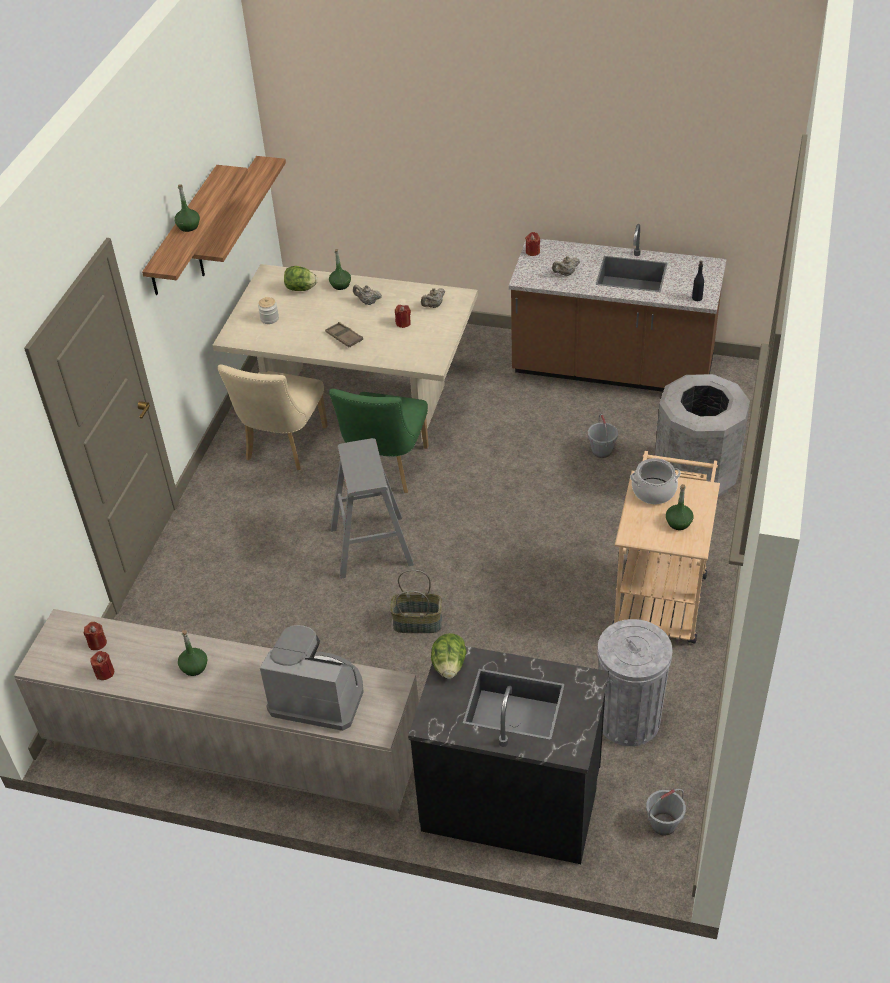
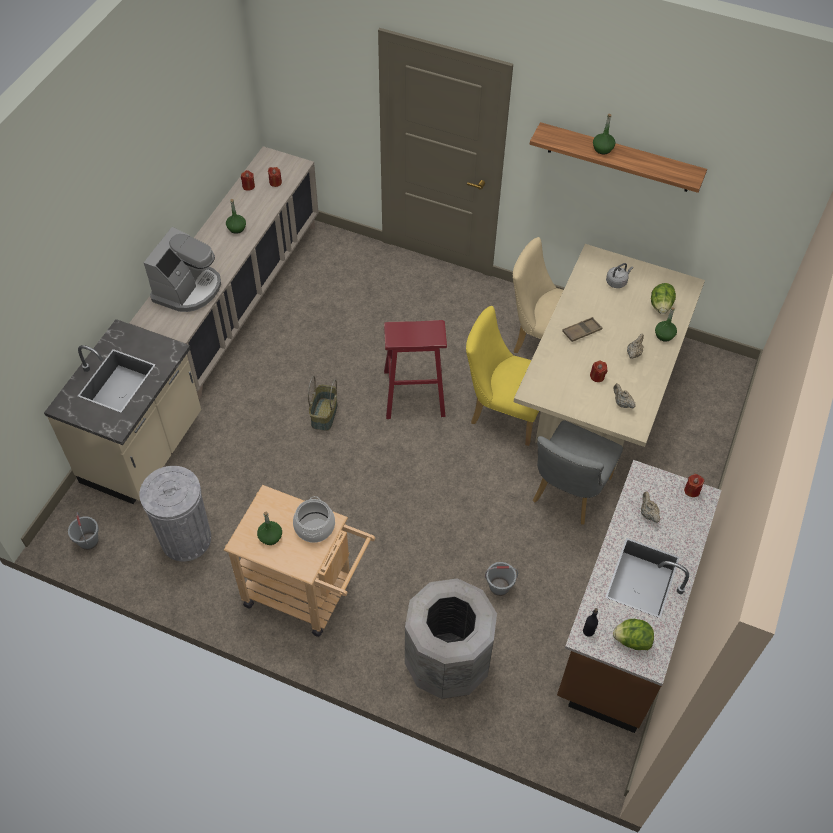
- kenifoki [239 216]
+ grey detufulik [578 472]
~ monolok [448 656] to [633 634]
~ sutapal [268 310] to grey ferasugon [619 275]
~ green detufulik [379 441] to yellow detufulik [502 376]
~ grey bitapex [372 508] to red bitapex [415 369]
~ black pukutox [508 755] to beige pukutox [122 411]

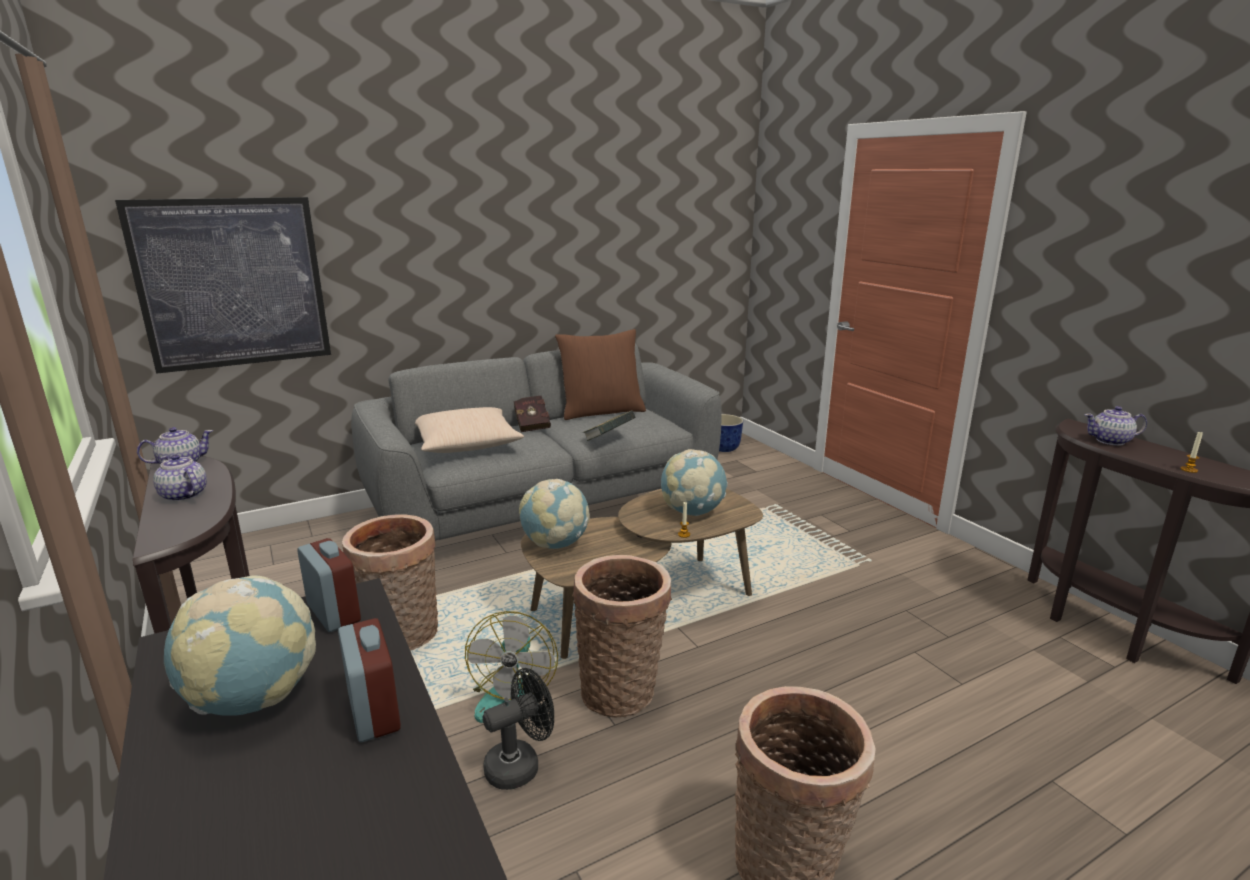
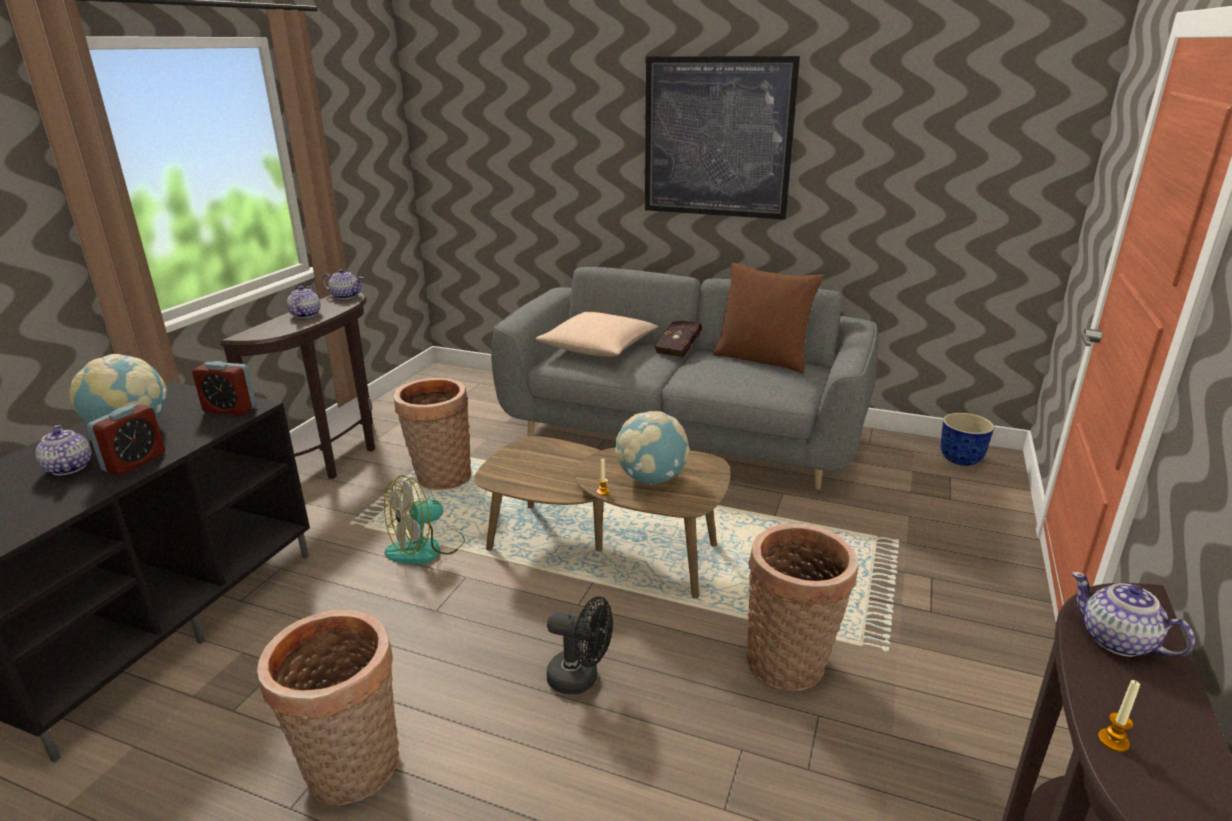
- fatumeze [554 514]
- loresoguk [609 426]
+ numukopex [63 450]
~ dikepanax [223 285] to [722 138]
~ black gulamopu [518 729] to [579 645]
~ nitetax [622 636] to [802 607]
~ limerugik [329 585] = [224 388] 90 degrees clockwise

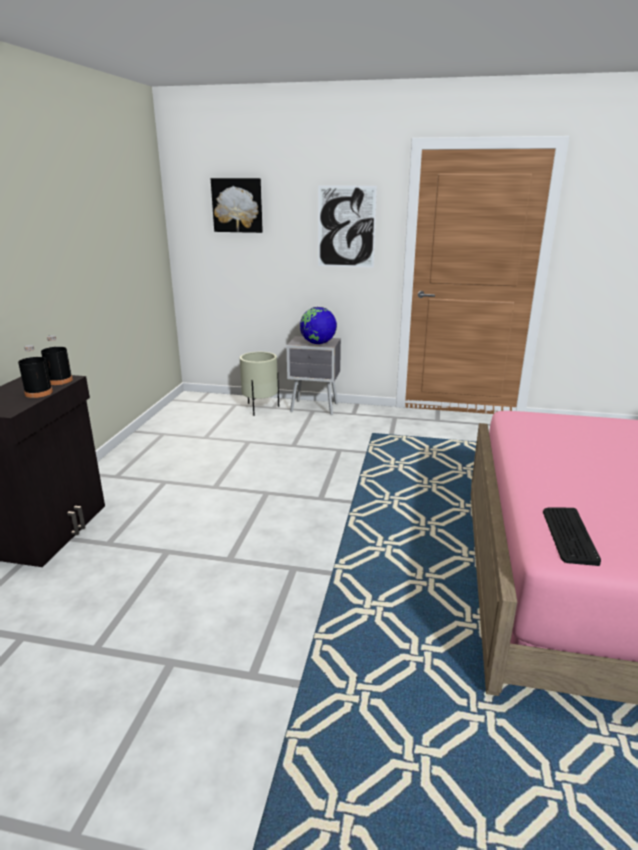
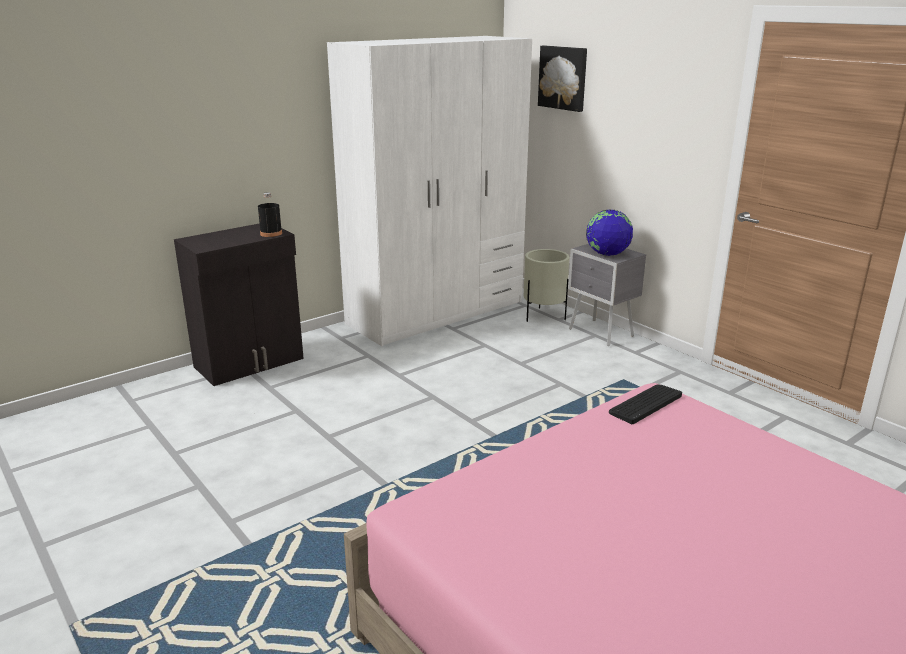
- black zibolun [35 371]
- dikepanax [347 226]
+ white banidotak [429 191]
~ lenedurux [572 536] to [645 404]

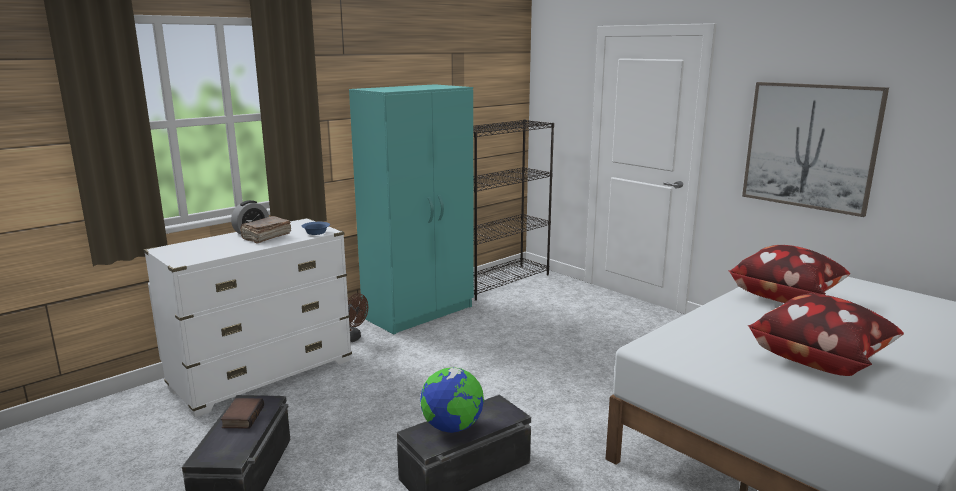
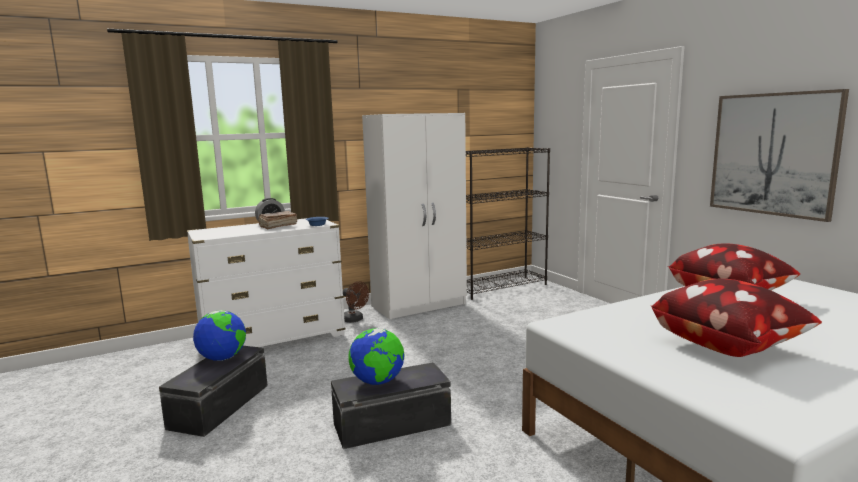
~ loresoguk [242 413] to fatumeze [219 335]
~ turquoise banidotak [411 209] to white banidotak [414 216]

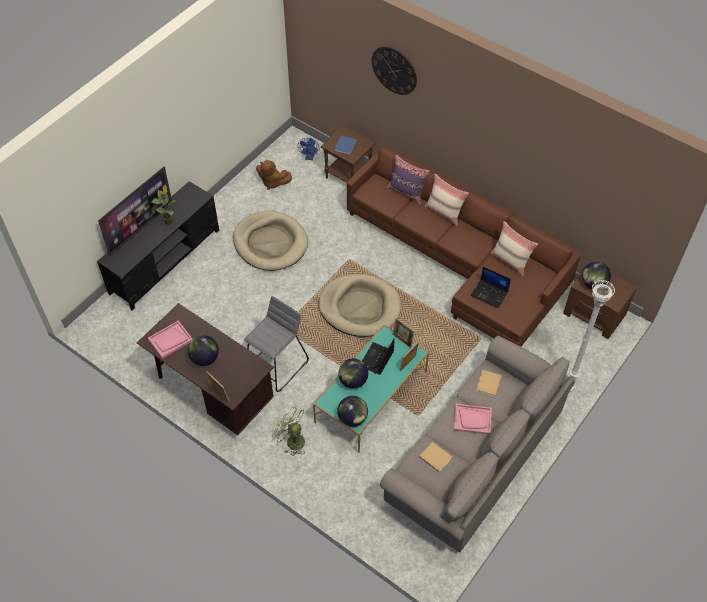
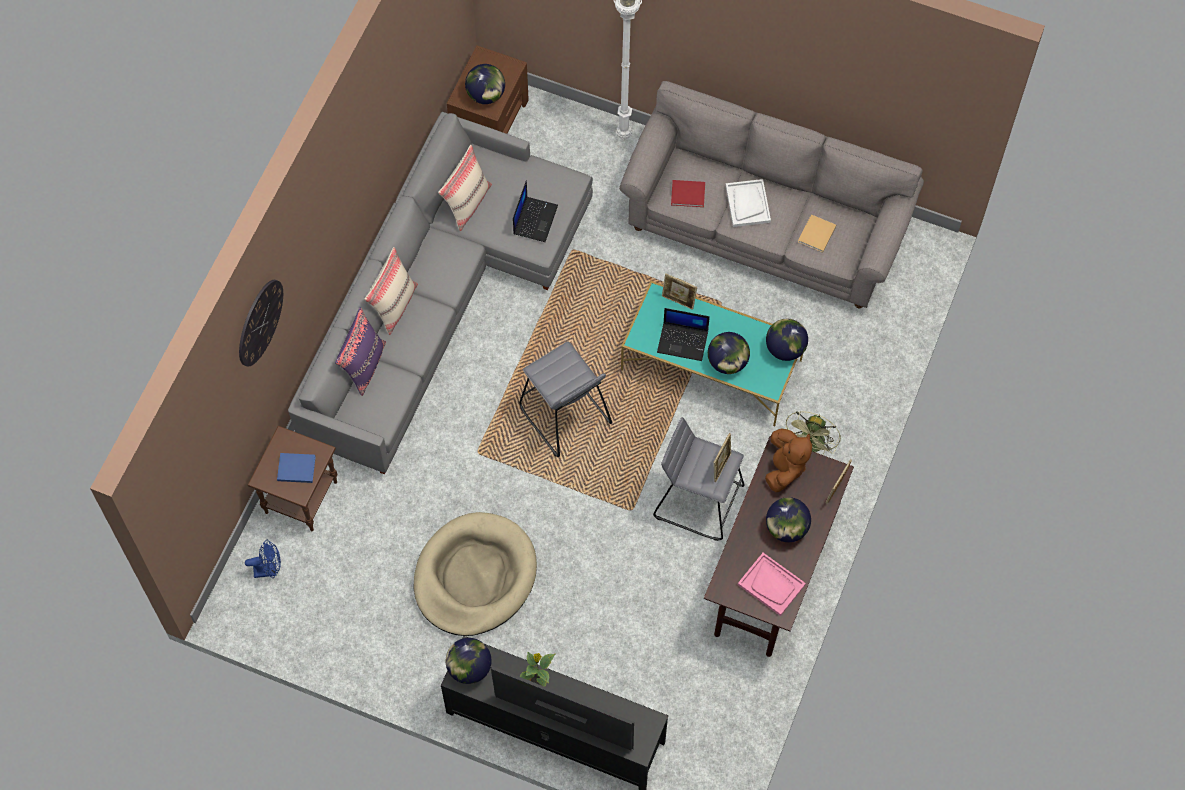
+ fatumeze [469 661]
~ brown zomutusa [274 175] to [788 460]
~ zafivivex [404 333] to [722 458]
~ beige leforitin [360 305] to grey bitapex [565 399]
~ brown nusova [464 246] to grey nusova [440 293]
~ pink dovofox [473 419] to white dovofox [748 203]
~ beige loresoguk [489 383] to red loresoguk [688 193]

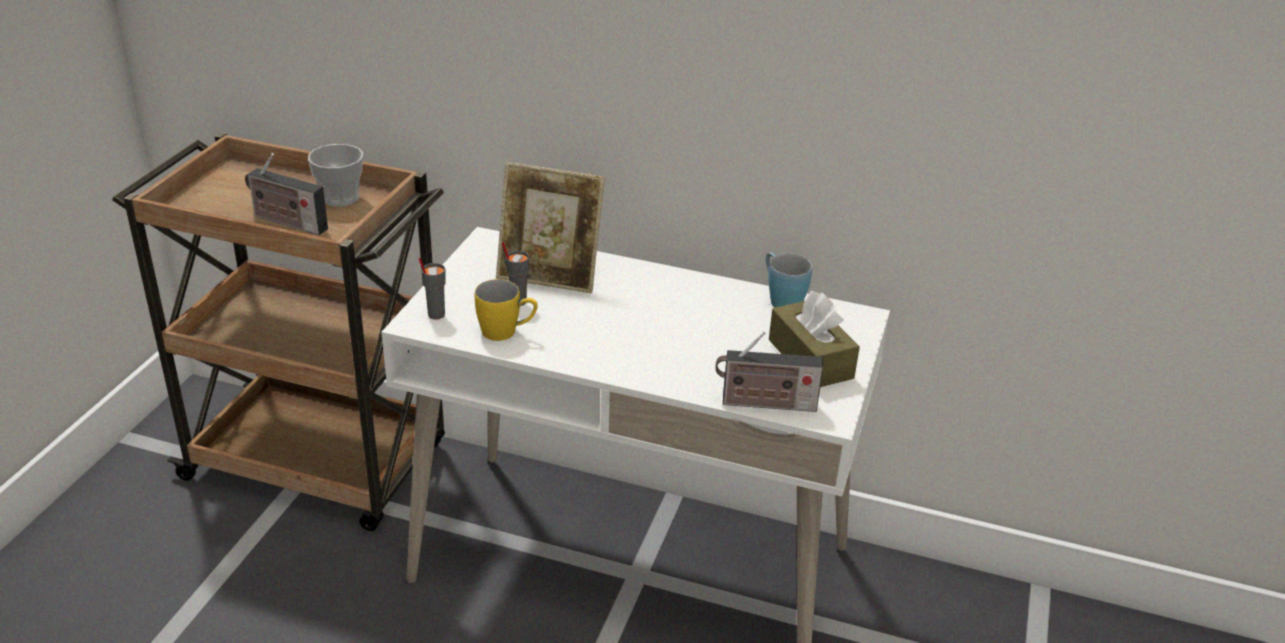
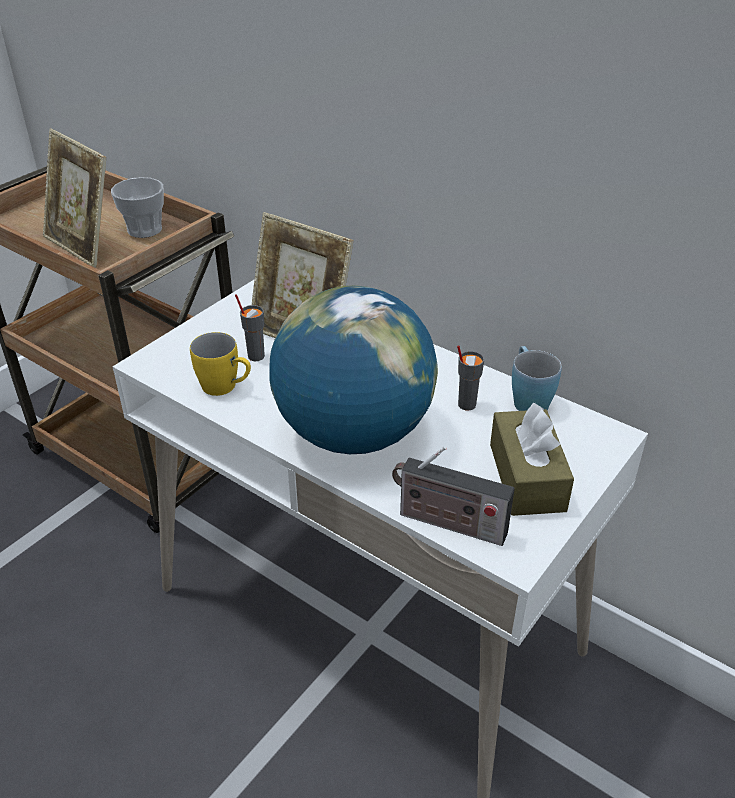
+ fatumeze [353 369]
~ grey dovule [432 289] to [470 377]
~ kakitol [286 194] to zafivivex [74 198]

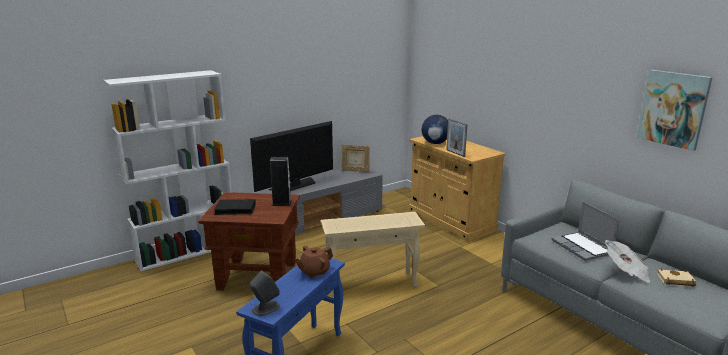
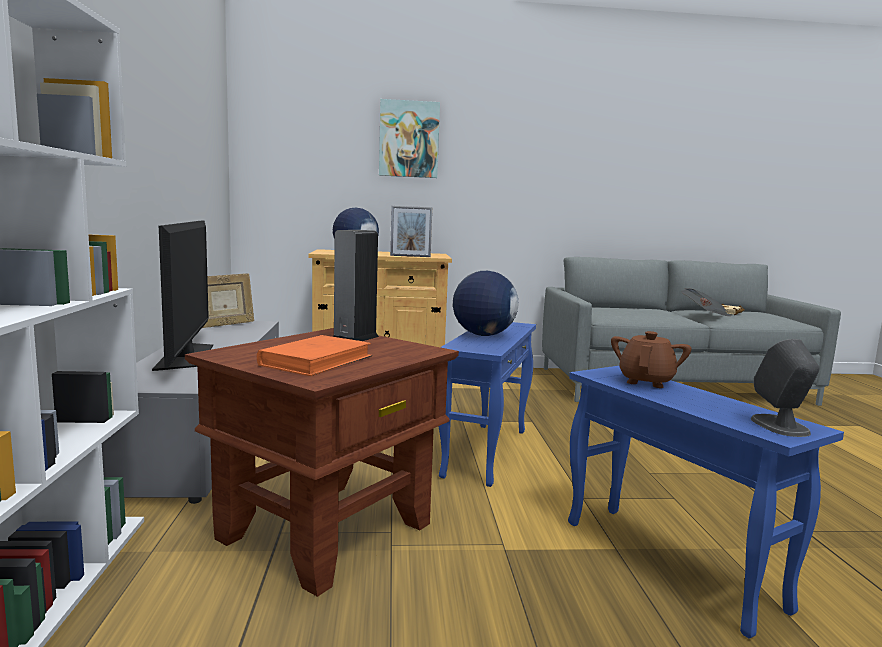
- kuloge [586 231]
+ fatumeze [485 303]
~ dikepanax [674 110] to [409 138]
~ black loresoguk [235 207] to orange loresoguk [314 355]
~ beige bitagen [373 254] to blue bitagen [487 404]
~ brown numukopex [314 262] = [651 359] 150 degrees counterclockwise

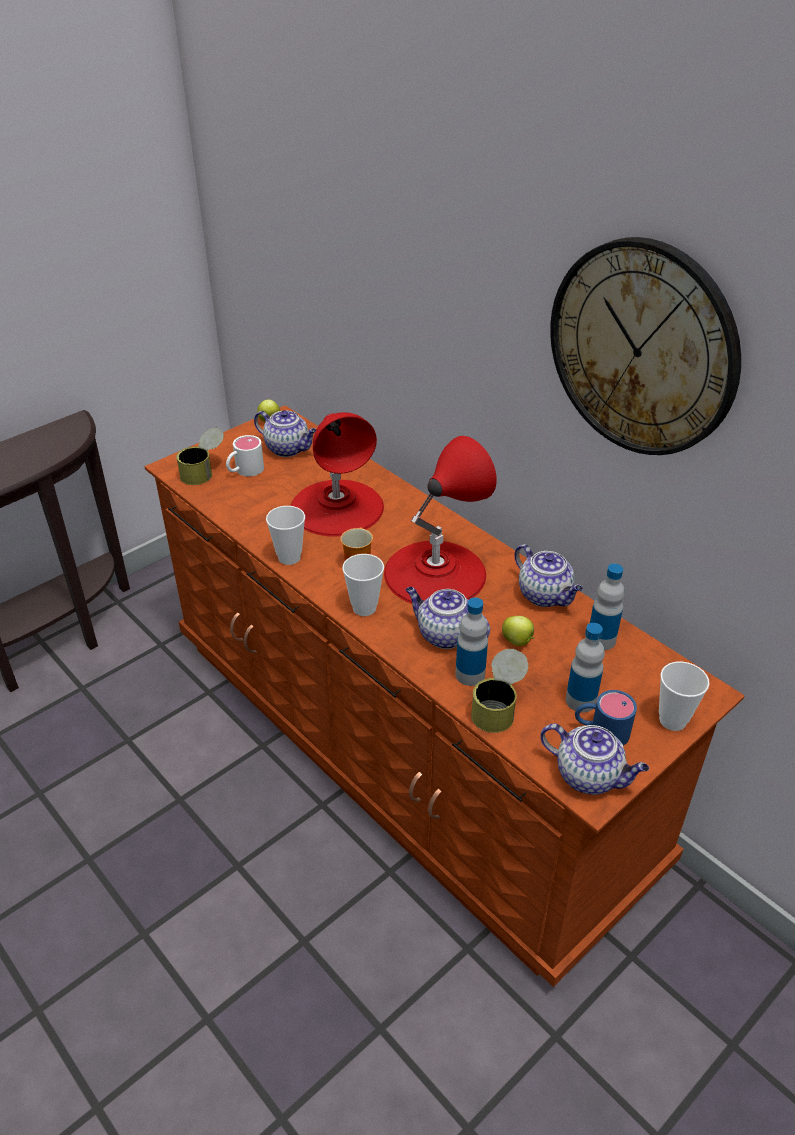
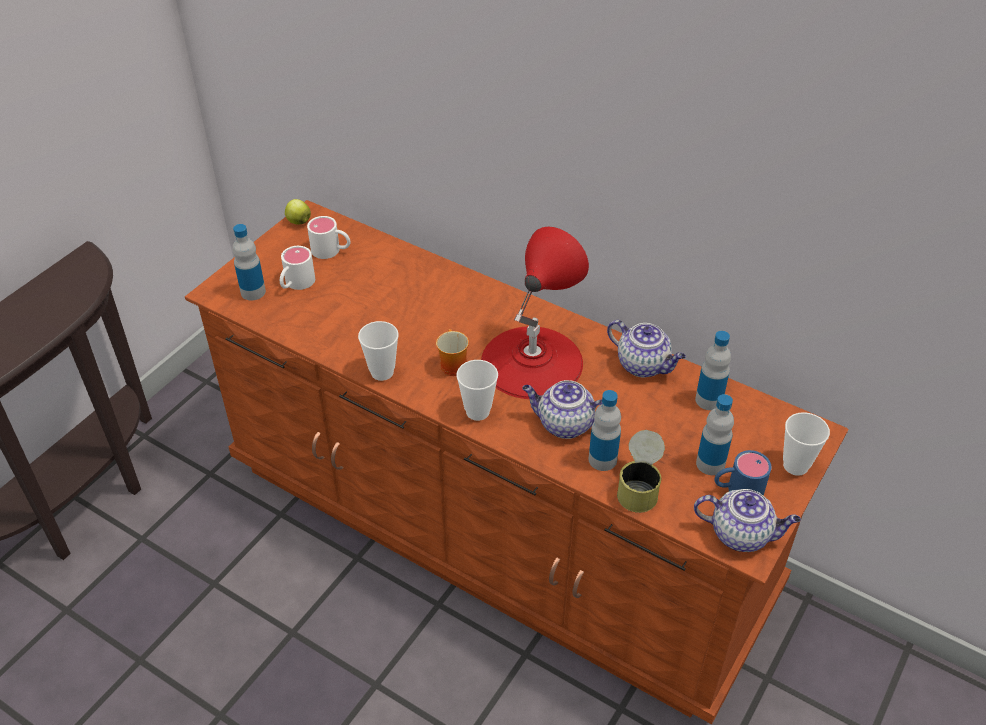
- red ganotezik [337 474]
- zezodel [518 631]
- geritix [645 346]
~ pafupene [200 456] to zibolun [249 262]
~ numukopex [285 433] to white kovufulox [328 237]

